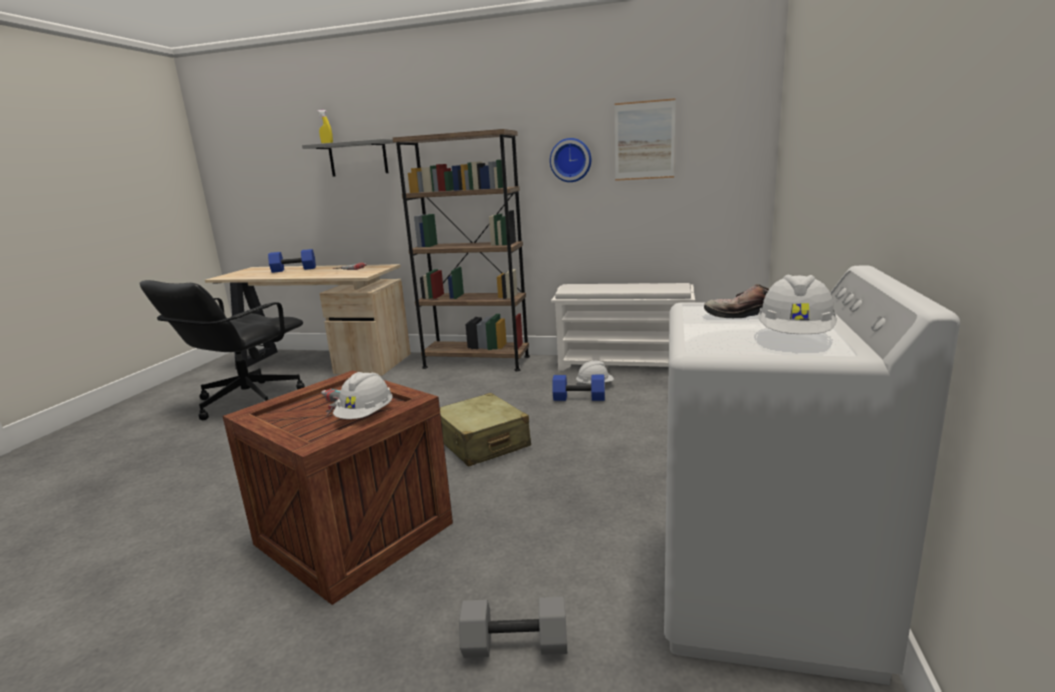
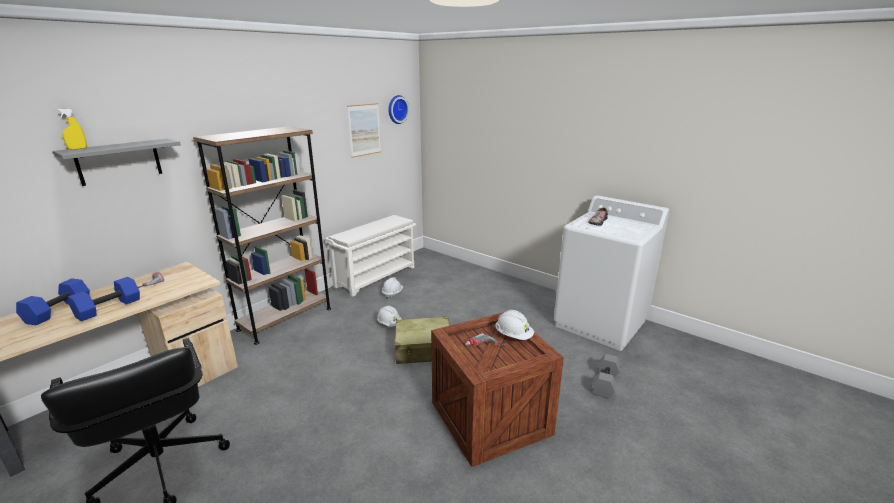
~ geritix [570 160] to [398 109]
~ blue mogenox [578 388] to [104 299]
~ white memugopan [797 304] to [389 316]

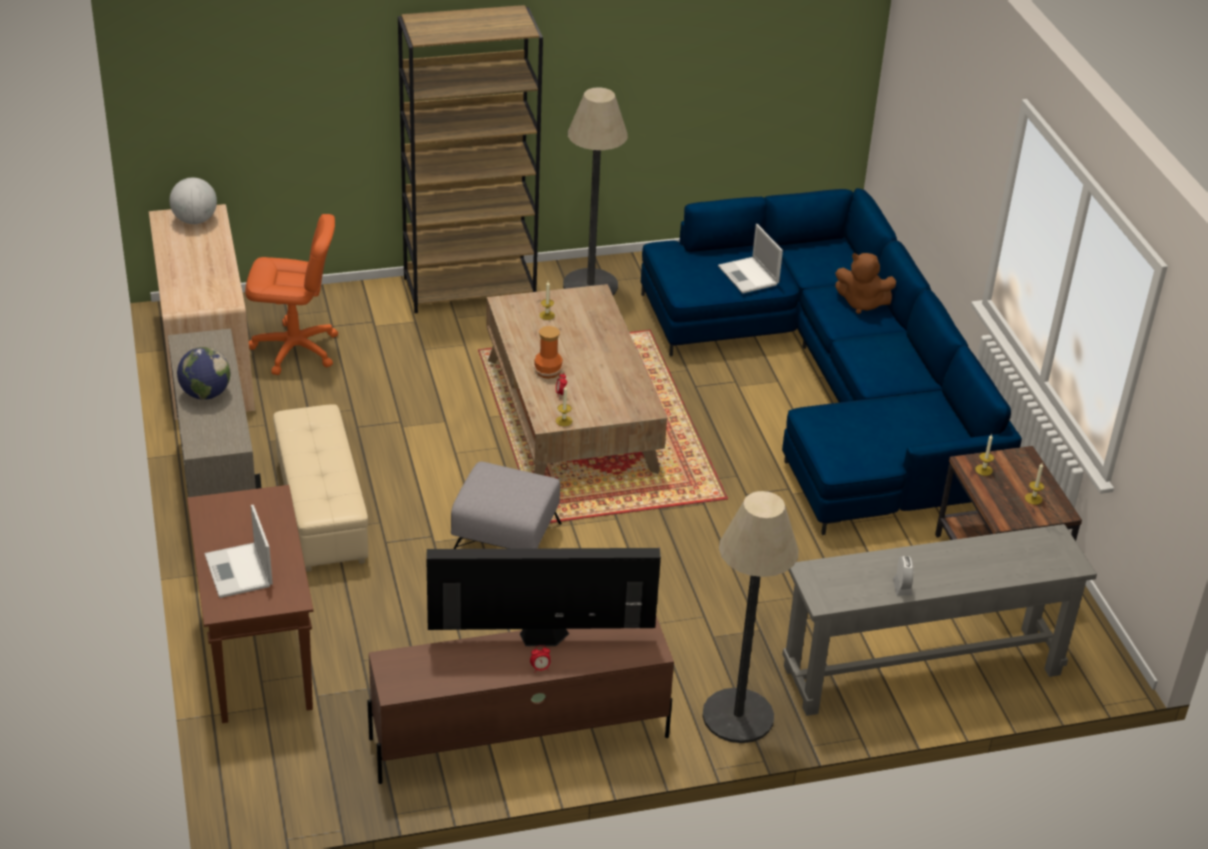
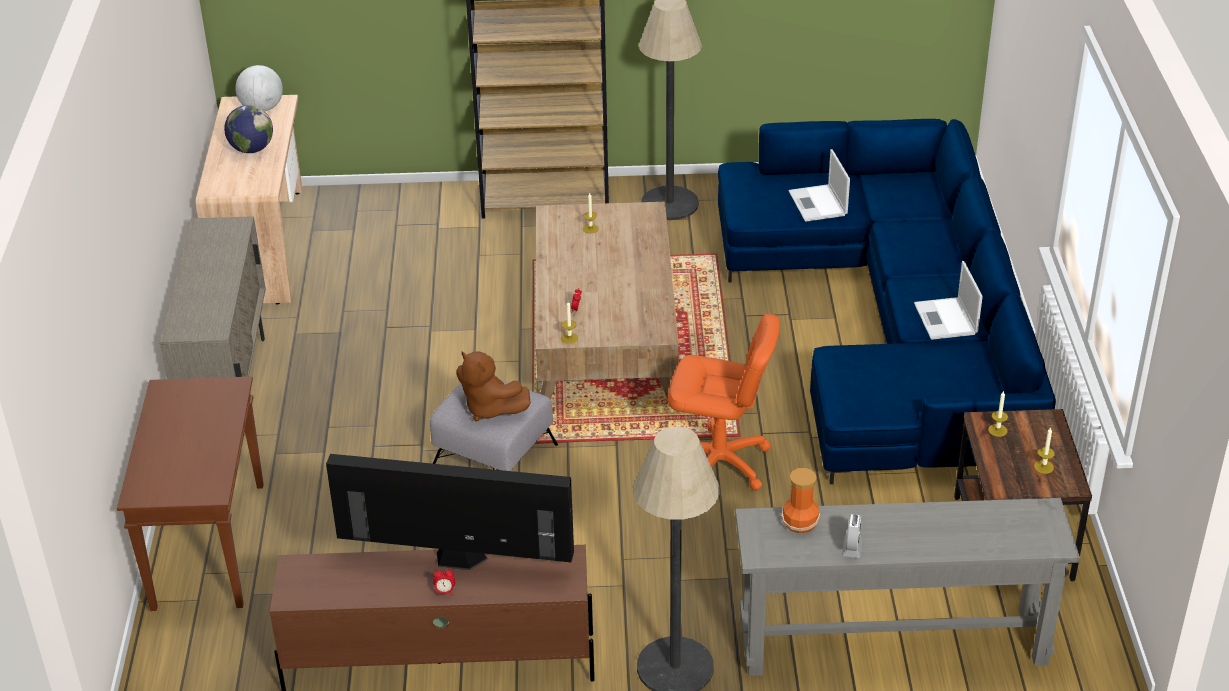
- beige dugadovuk [320 488]
~ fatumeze [204 373] to [248 129]
~ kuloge [238 551] to [948 300]
~ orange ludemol [291 294] to [724 402]
~ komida [548 352] to [801 500]
~ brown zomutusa [865 283] to [493 386]

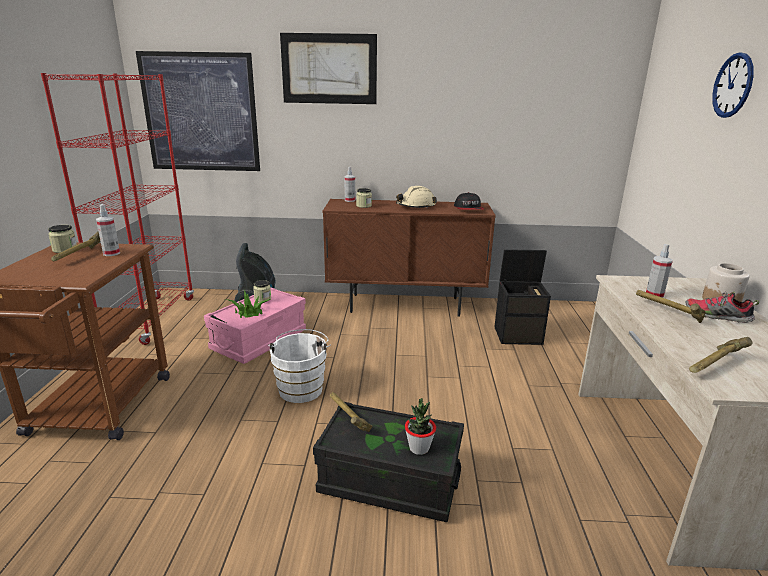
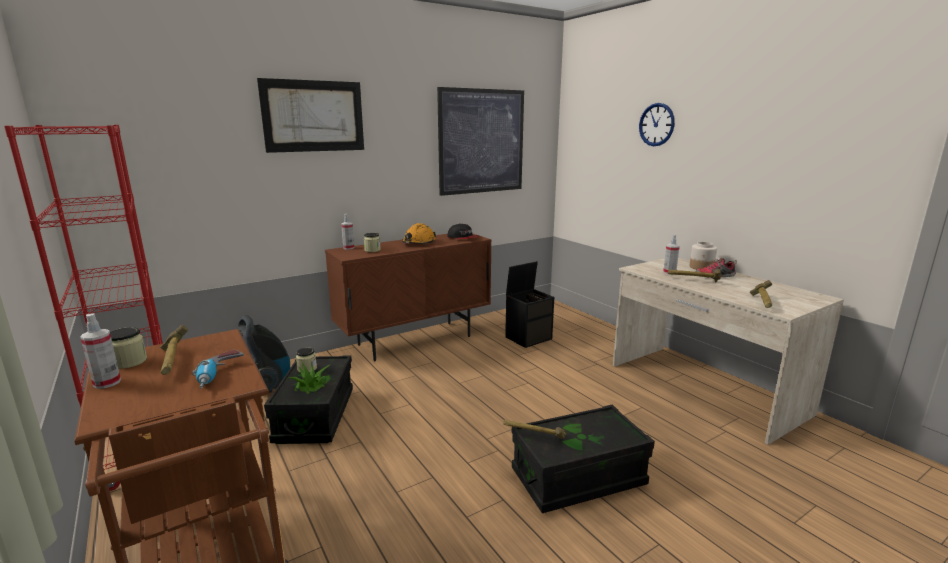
- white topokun [299 366]
- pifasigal [420 426]
+ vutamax [218 369]
~ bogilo [108 230] to [100 351]
~ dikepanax [198 111] to [480 141]
~ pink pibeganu [255 325] to black pibeganu [308 399]
~ beige memugopan [416 197] to orange memugopan [418 233]

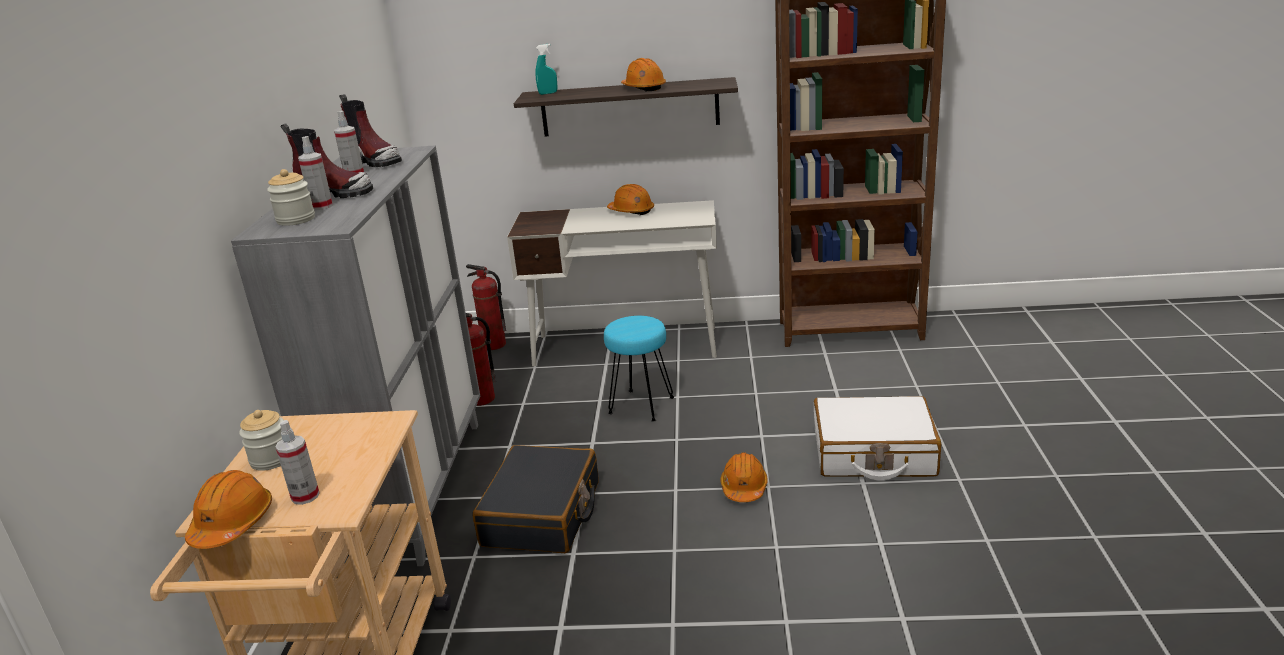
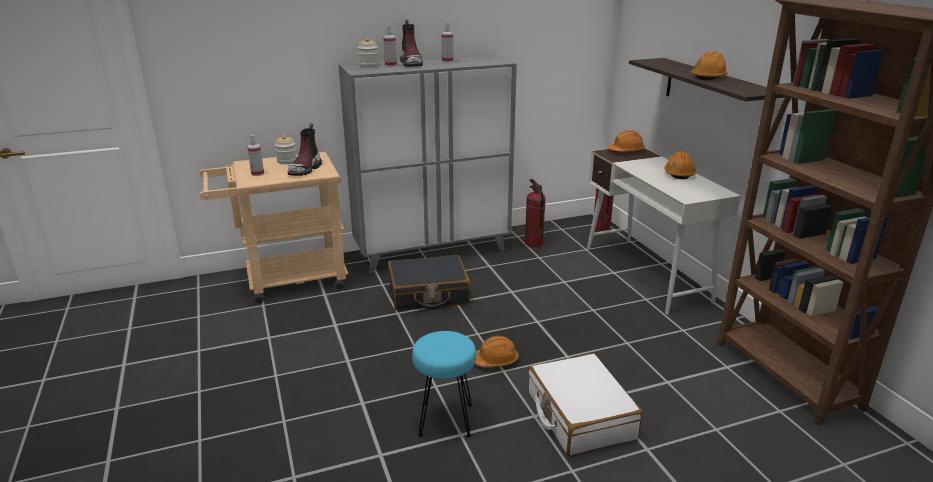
- turquoise bogilo [547 69]
~ orange memugopan [228 509] to [626 140]
~ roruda [370 130] to [304 149]
~ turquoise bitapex [639 369] to [444 384]

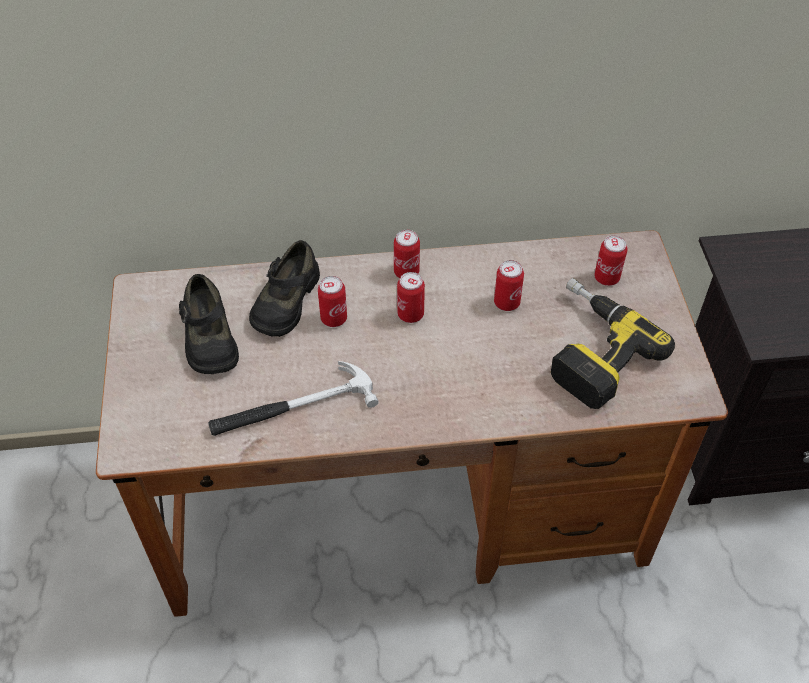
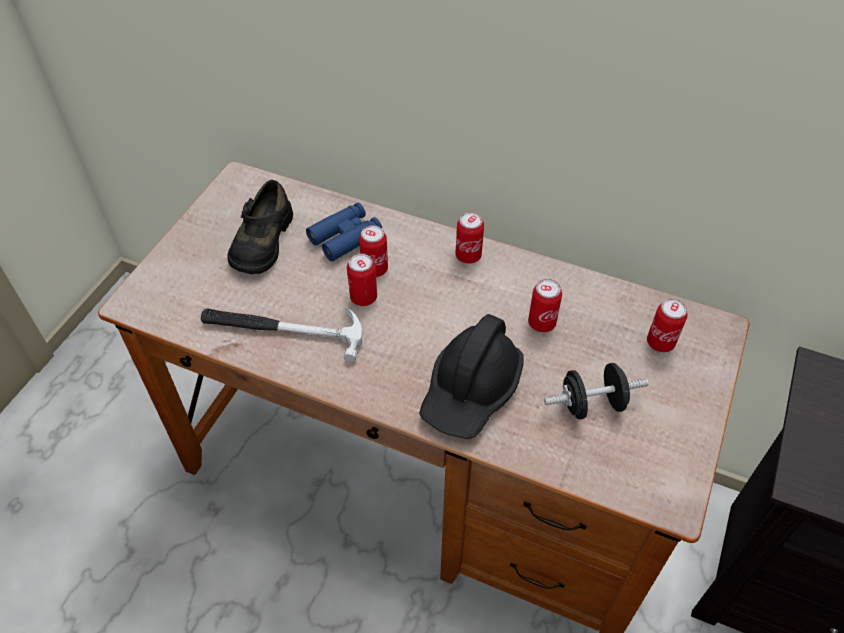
+ black memugopan [471 376]
~ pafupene [411 297] to [362 279]
~ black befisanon [284 288] to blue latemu [344 231]
~ vutamax [613 343] to black mogenox [596 391]

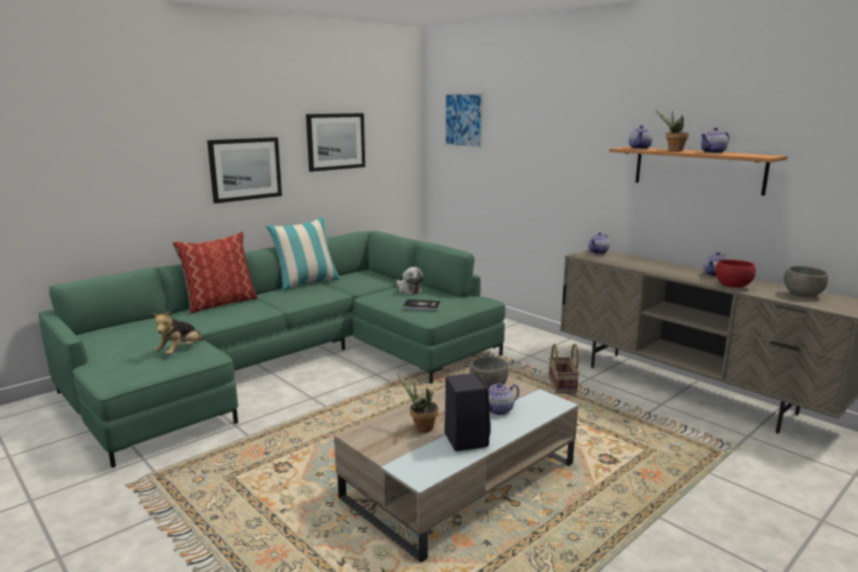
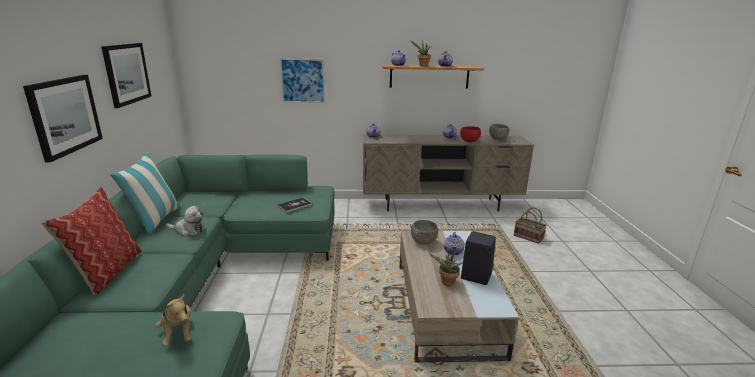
~ zomutusa [410 281] to [185 221]
~ dikepanax [464 120] to [302 80]
~ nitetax [564 369] to [530 225]

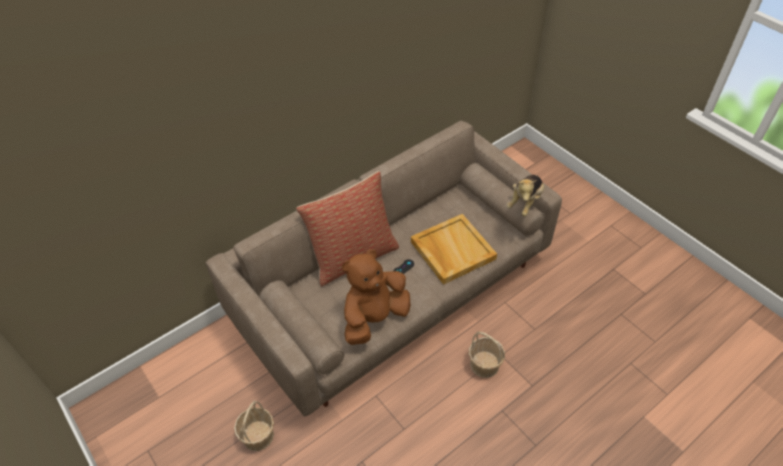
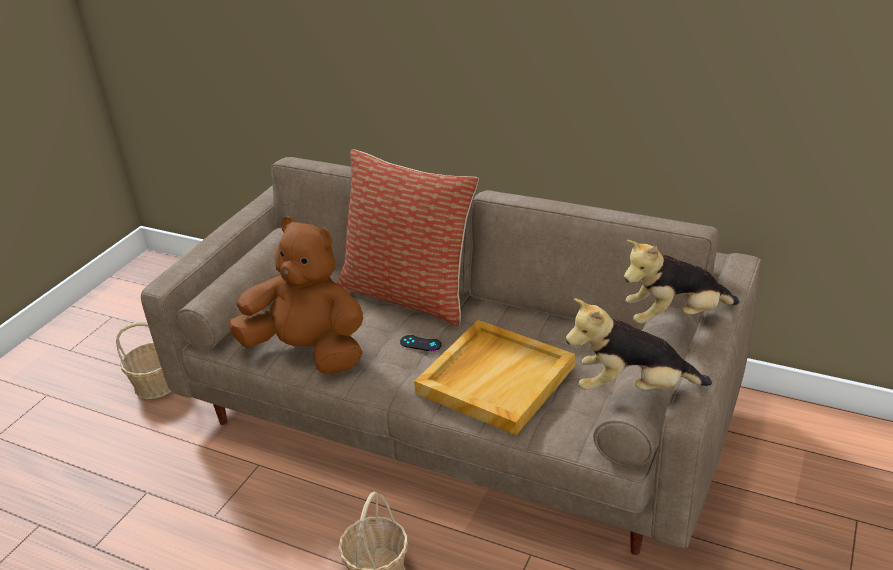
+ zomutusa [681 282]

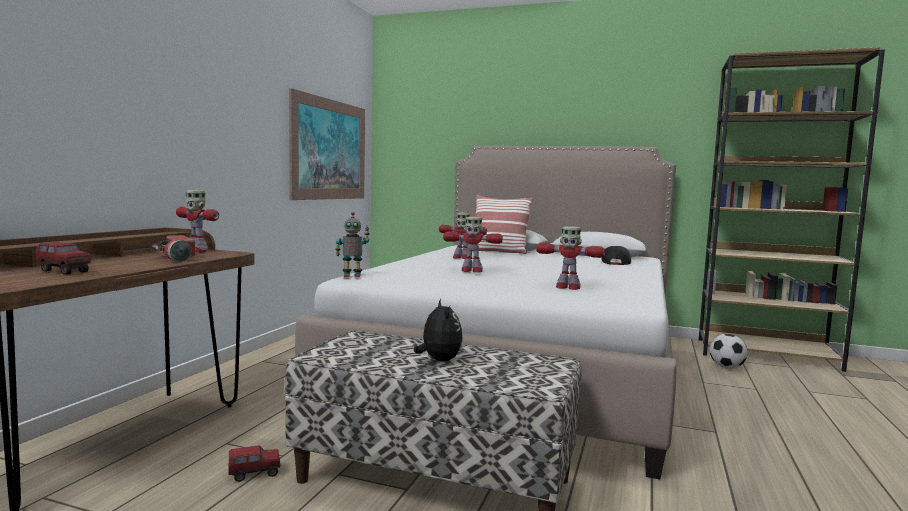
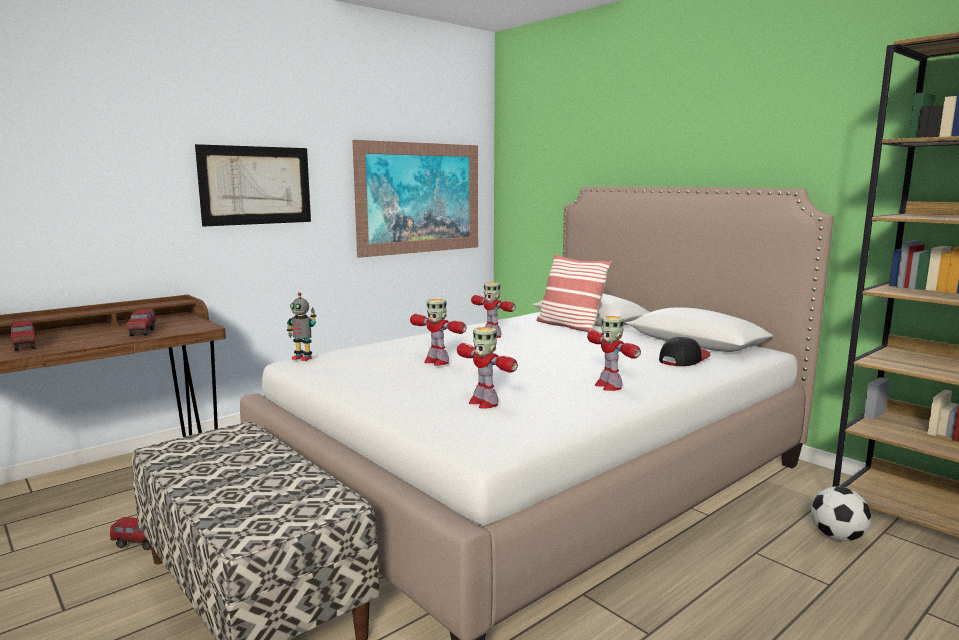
- zomutusa [438 330]
+ dikepanax [253 185]
~ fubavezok [197 221] to [614 353]
~ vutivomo [174 248] to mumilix [141 322]

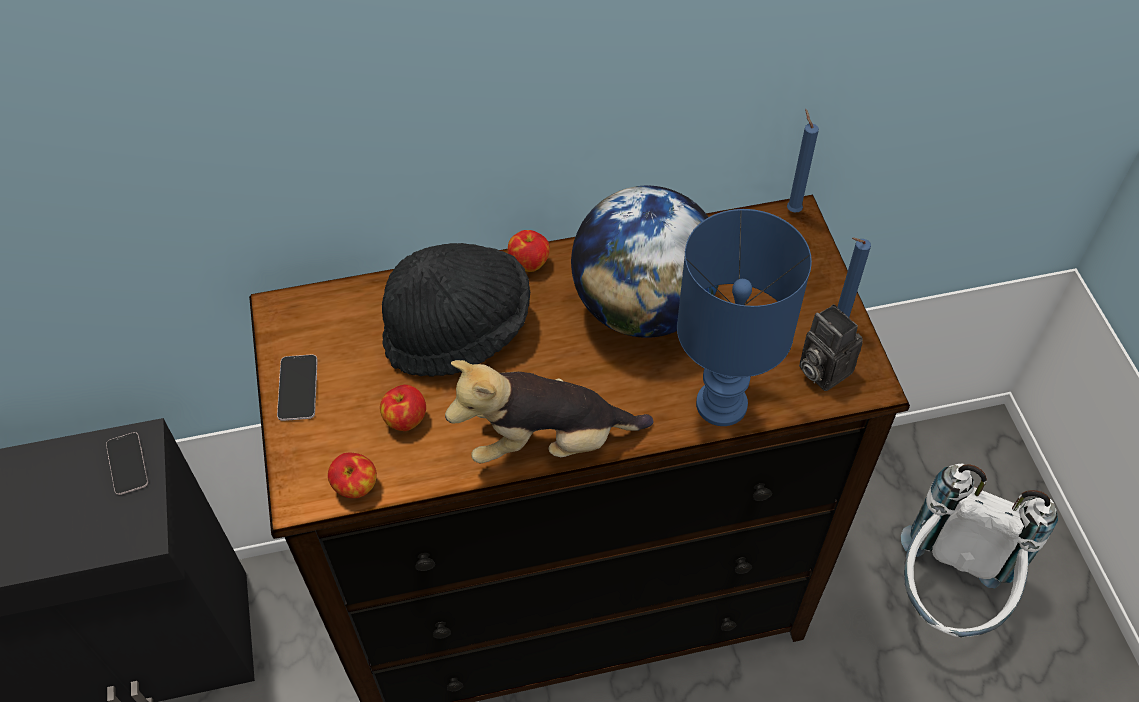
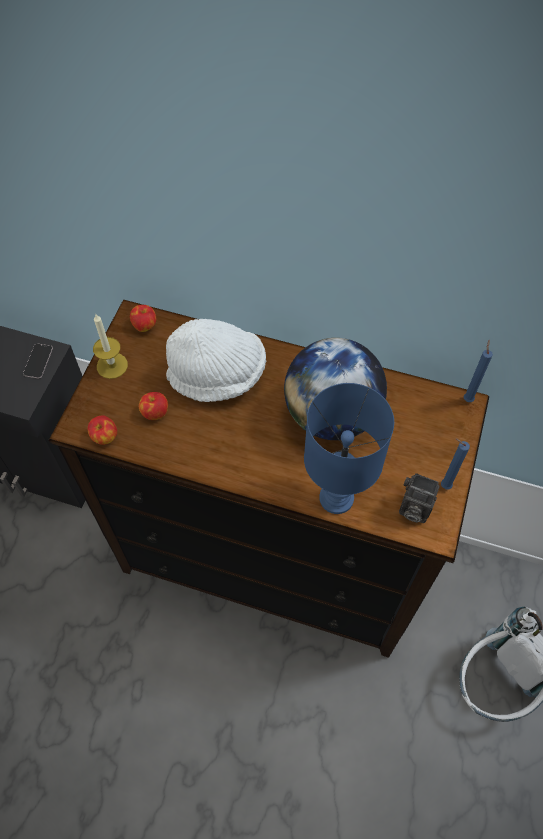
- zomutusa [549 411]
~ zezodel [529 251] to [143 318]
~ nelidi [297 387] to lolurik [110 346]
~ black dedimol [456 310] to white dedimol [216 360]
~ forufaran [831 347] = [419 498] 60 degrees counterclockwise

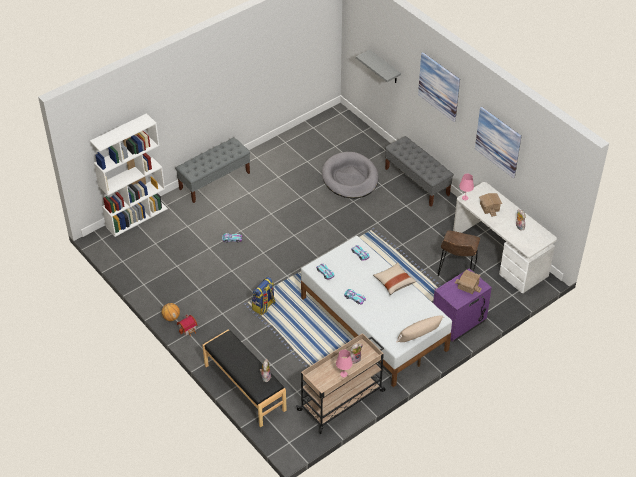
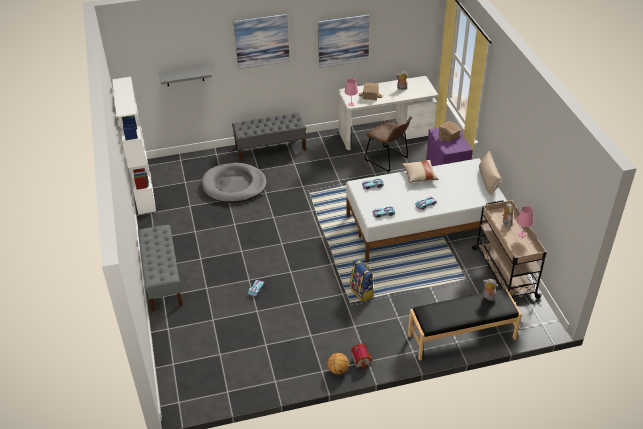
~ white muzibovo [129 175] to [134 145]

